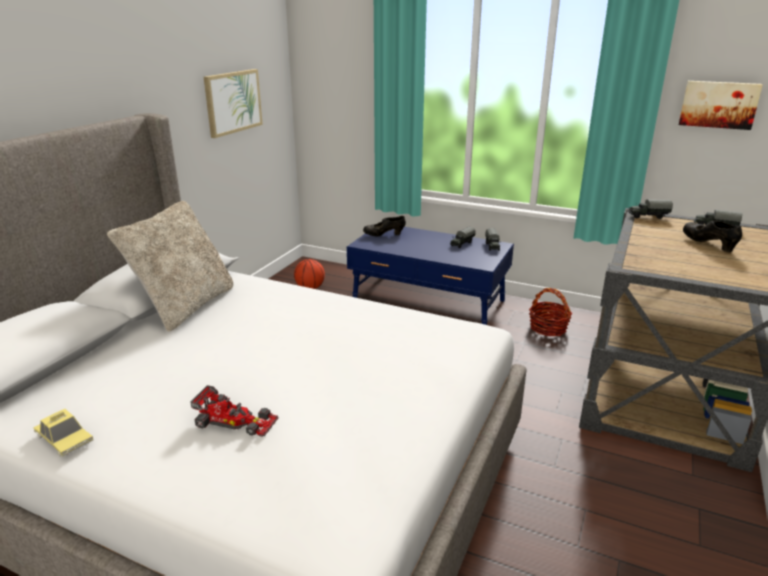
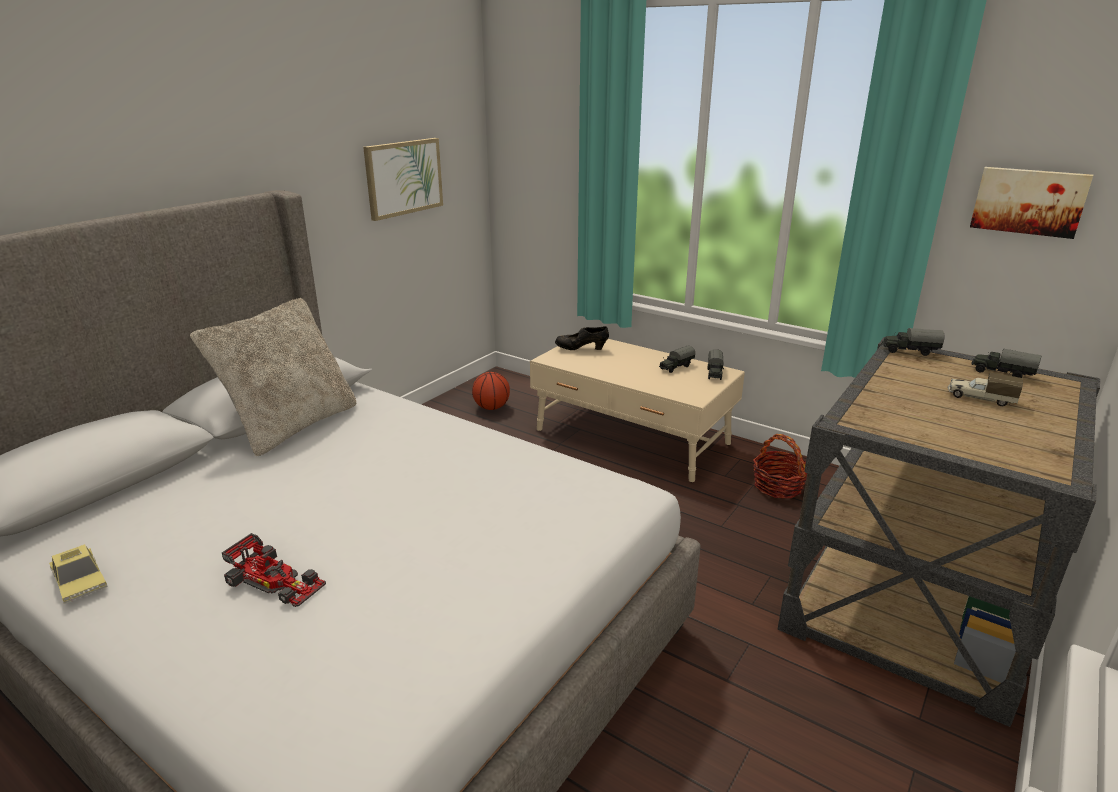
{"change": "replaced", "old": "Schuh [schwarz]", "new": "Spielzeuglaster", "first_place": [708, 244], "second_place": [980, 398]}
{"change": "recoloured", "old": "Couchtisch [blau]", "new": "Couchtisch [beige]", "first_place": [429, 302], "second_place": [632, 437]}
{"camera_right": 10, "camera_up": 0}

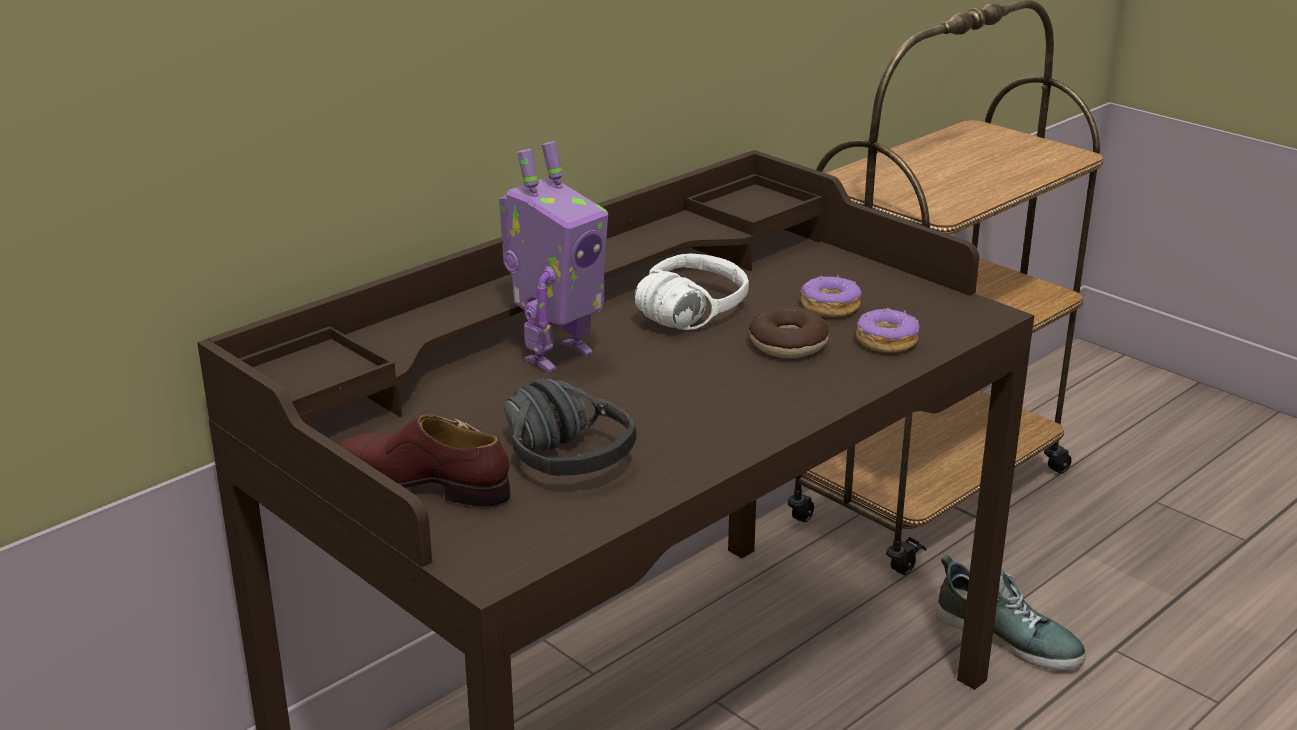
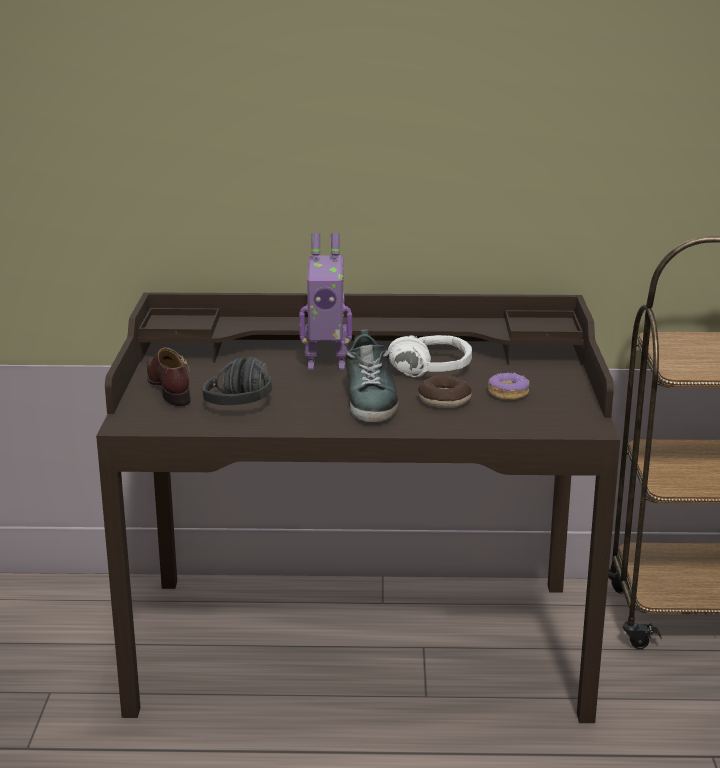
{"change": "removed", "old": "Donut", "first_place": [886, 341]}
{"change": "moved", "old": "Schuh", "first_place": [1008, 636], "second_place": [371, 399]}
{"camera_right": 45, "camera_up": -5}

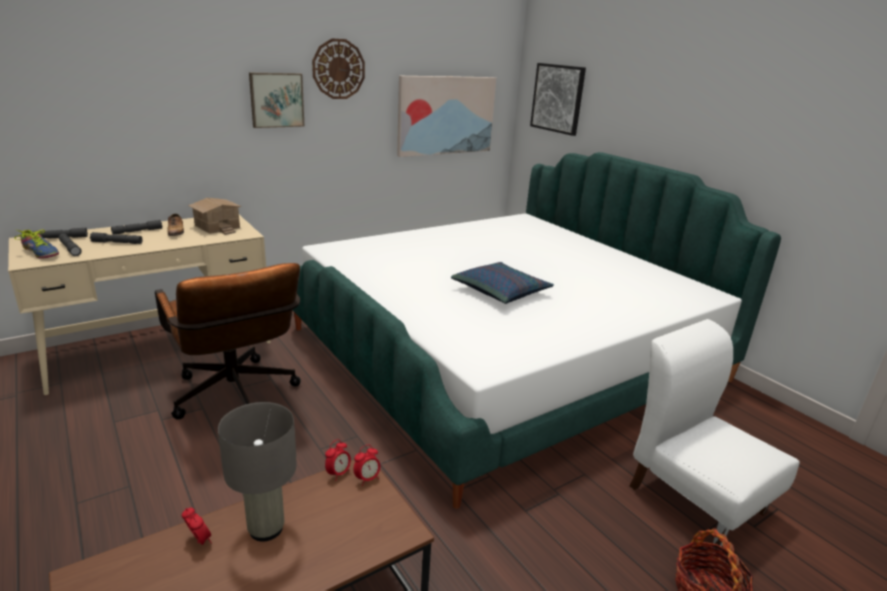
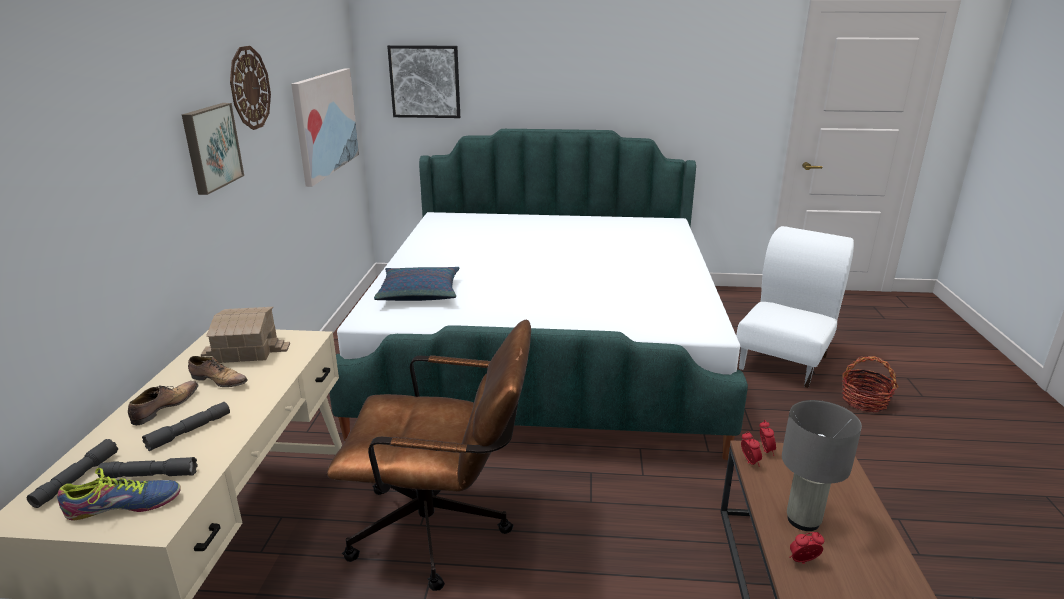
{"change": "moved", "old": "Kissen [blau]", "first_place": [501, 292], "second_place": [419, 293]}
{"change": "replaced", "old": "Taschenlampe [grau]", "new": "Schuh", "first_place": [137, 231], "second_place": [164, 408]}
{"change": "turned", "old": "Stuhl [weiß]", "first_place": [695, 498], "second_place": [784, 362], "degrees": 120}
{"camera_right": -50, "camera_up": 0}

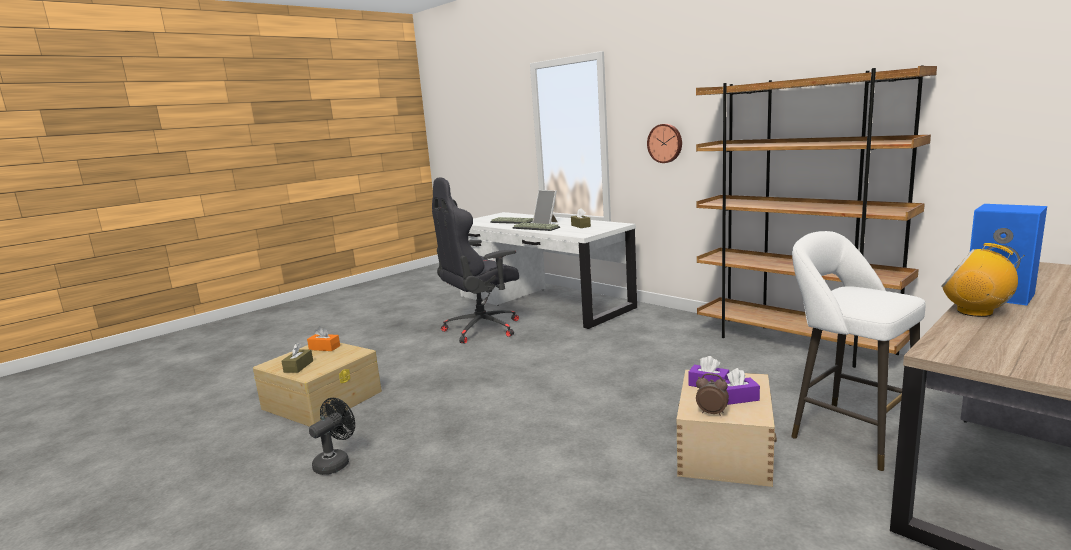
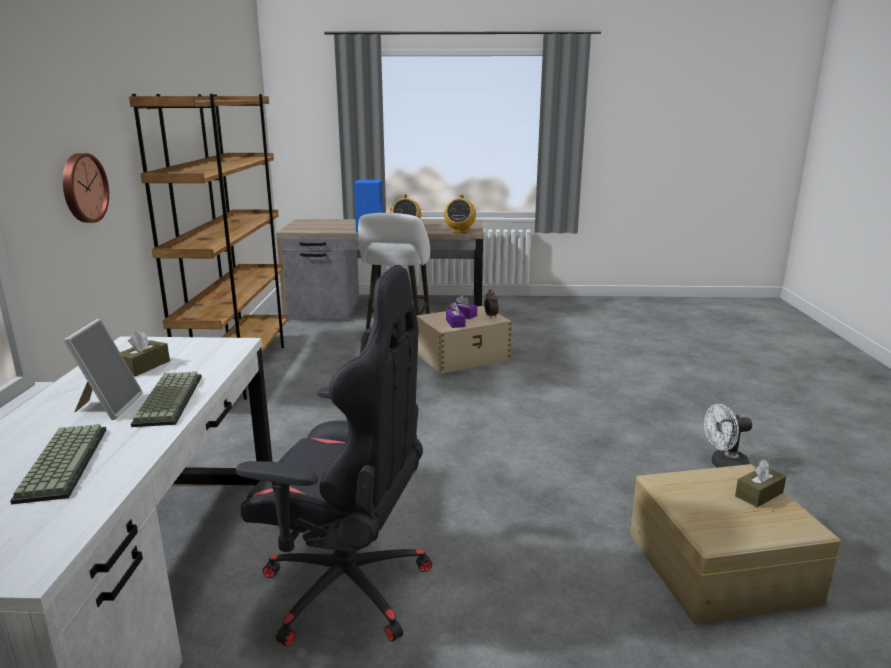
{"change": "removed", "old": "Taschentuchbox [orange]", "first_place": [324, 348]}
{"change": "added", "new": "Radio", "second_place": [459, 231]}
{"change": "recoloured", "old": "Ventilator [schwarz]", "new": "Ventilator [weiß]", "first_place": [336, 462], "second_place": [724, 466]}
{"camera_right": -135, "camera_up": 5}

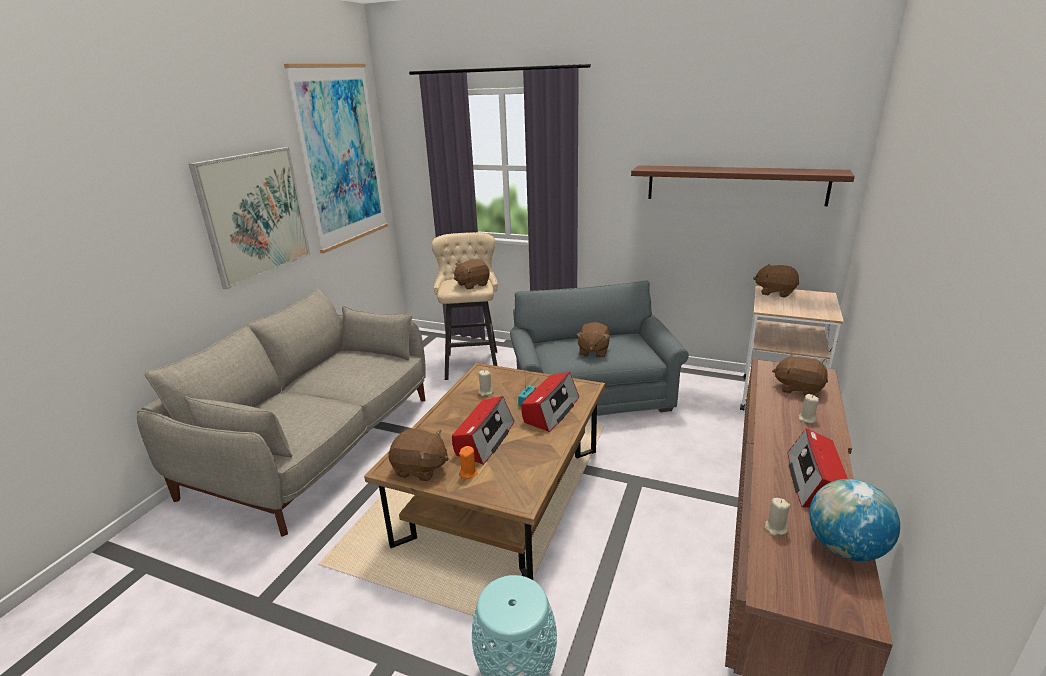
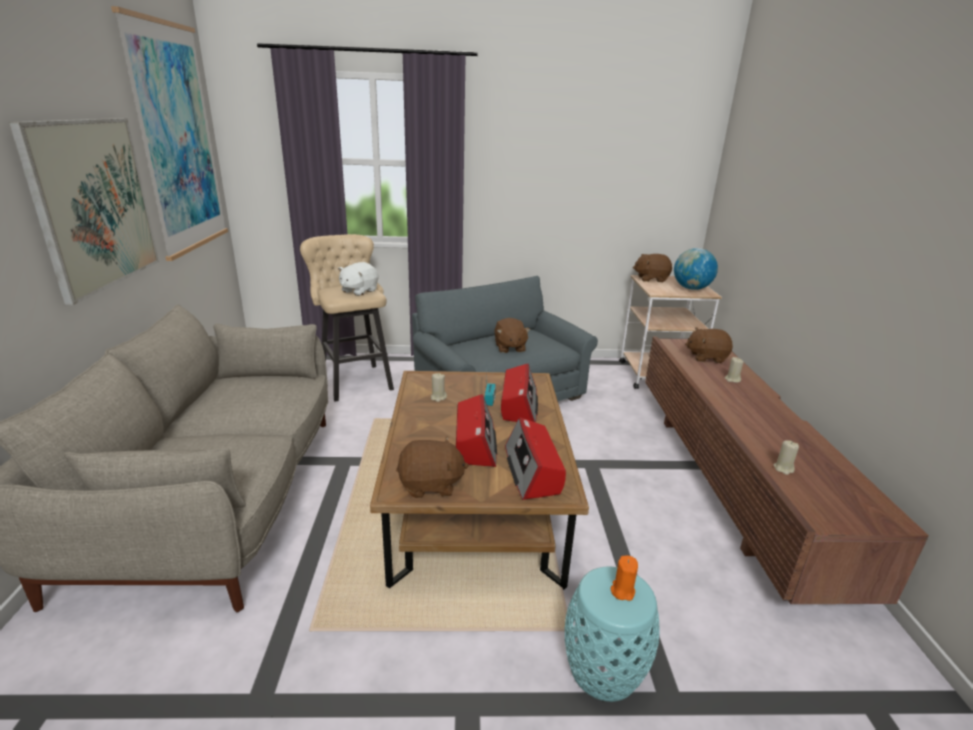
{"change": "removed", "old": "Wandregal [braun]", "first_place": [735, 185]}
{"change": "moved", "old": "Kerze [orange]", "first_place": [468, 473], "second_place": [622, 591]}
{"change": "moved", "old": "Radio", "first_place": [815, 481], "second_place": [532, 470]}
{"change": "moved", "old": "Globus", "first_place": [844, 548], "second_place": [691, 288]}
{"change": "recoloured", "old": "Plüschtier [braun]", "new": "Plüschtier [weiß]", "first_place": [472, 284], "second_place": [358, 291]}
{"camera_right": -25, "camera_up": 0}

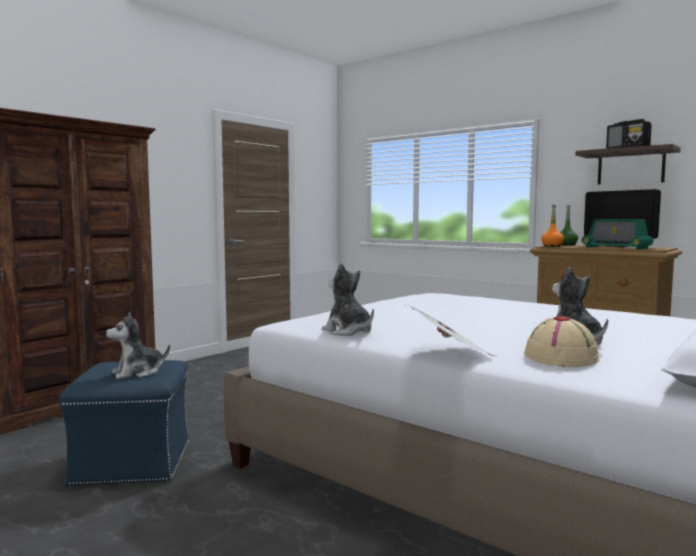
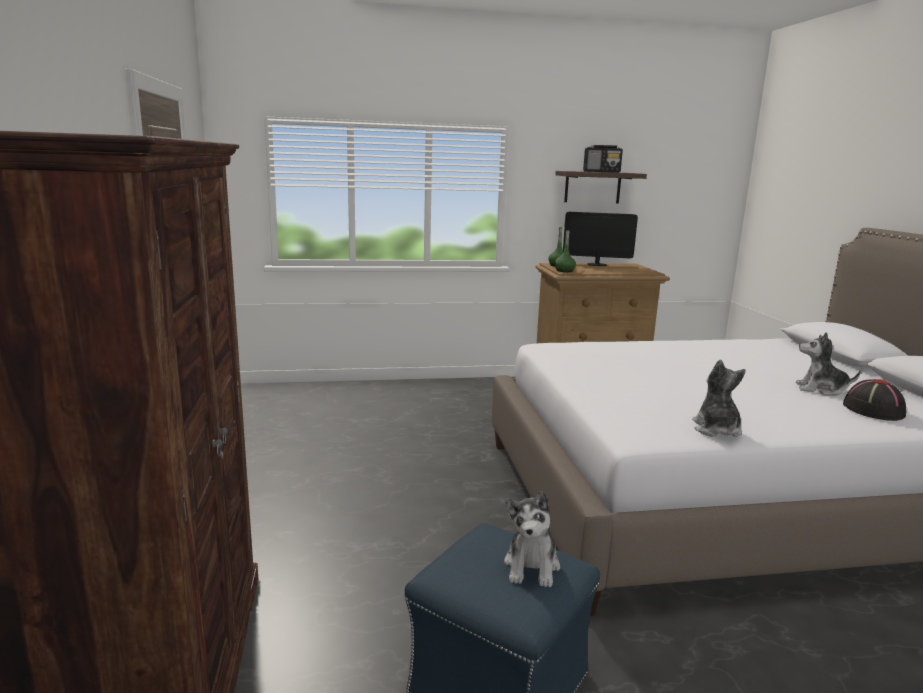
{"change": "removed", "old": "Zeitung", "first_place": [450, 354]}
{"change": "removed", "old": "Radio", "first_place": [616, 247]}
{"change": "recoloured", "old": "Hut [beige]", "new": "Hut [schwarz]", "first_place": [561, 357], "second_place": [872, 410]}
{"change": "recoloured", "old": "Flasche [orange]", "new": "Flasche [grün]", "first_place": [552, 246], "second_place": [564, 271]}
{"change": "turned", "old": "Plüschtier", "first_place": [348, 331], "second_place": [716, 430], "degrees": 90}
{"camera_right": -50, "camera_up": 10}

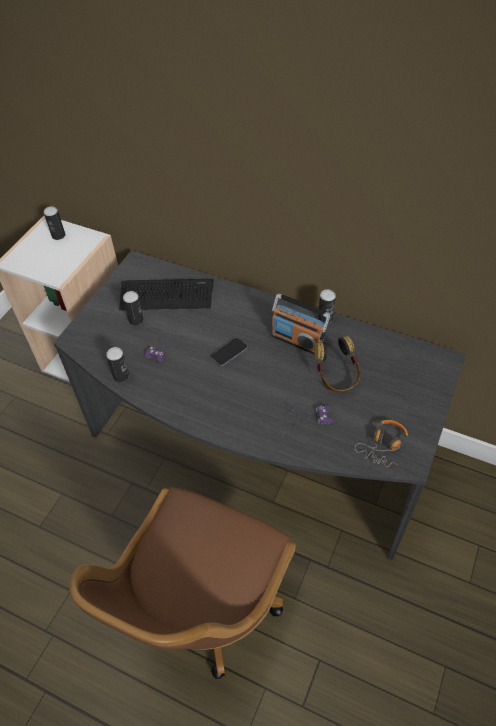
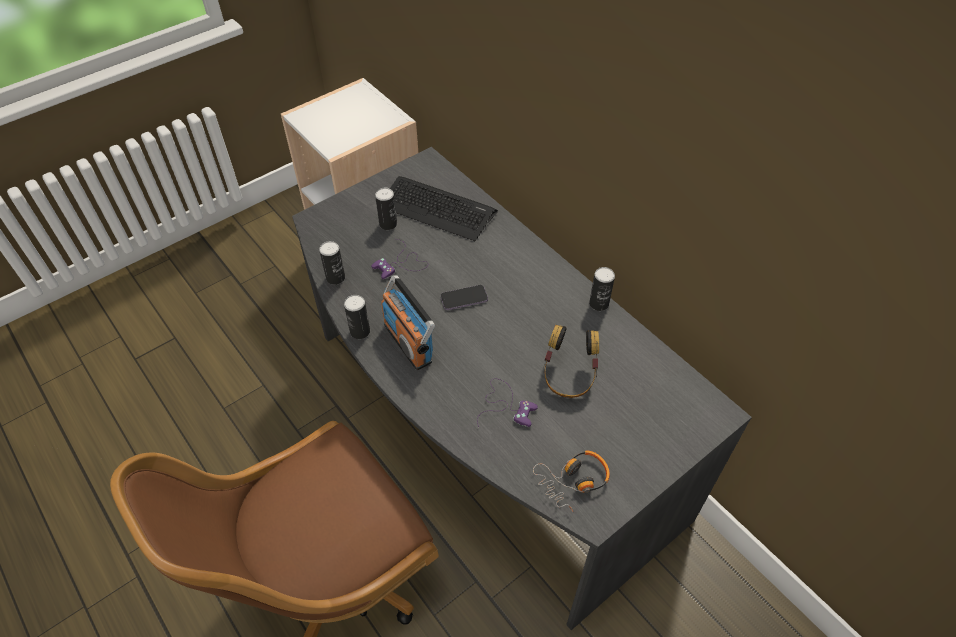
{"change": "moved", "old": "Dose", "first_place": [58, 235], "second_place": [360, 331]}
{"change": "moved", "old": "Radio", "first_place": [297, 340], "second_place": [408, 342]}
{"camera_right": 25, "camera_up": 0}

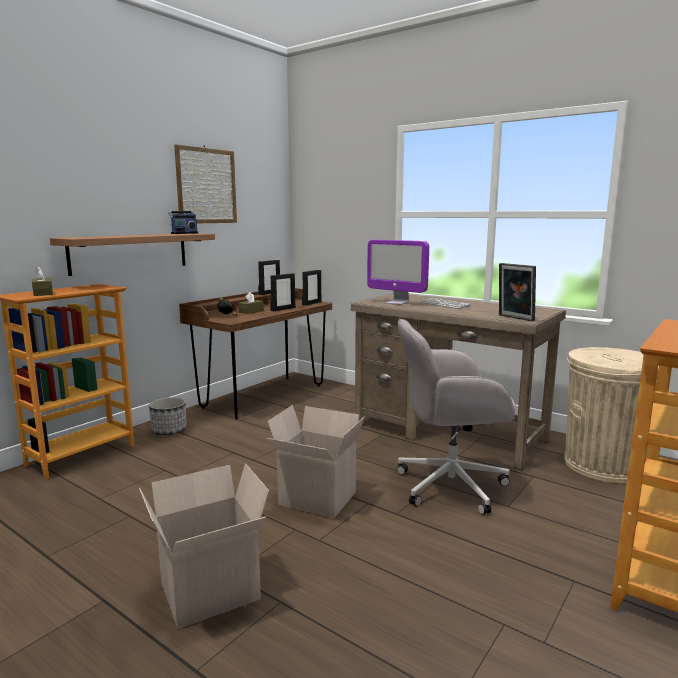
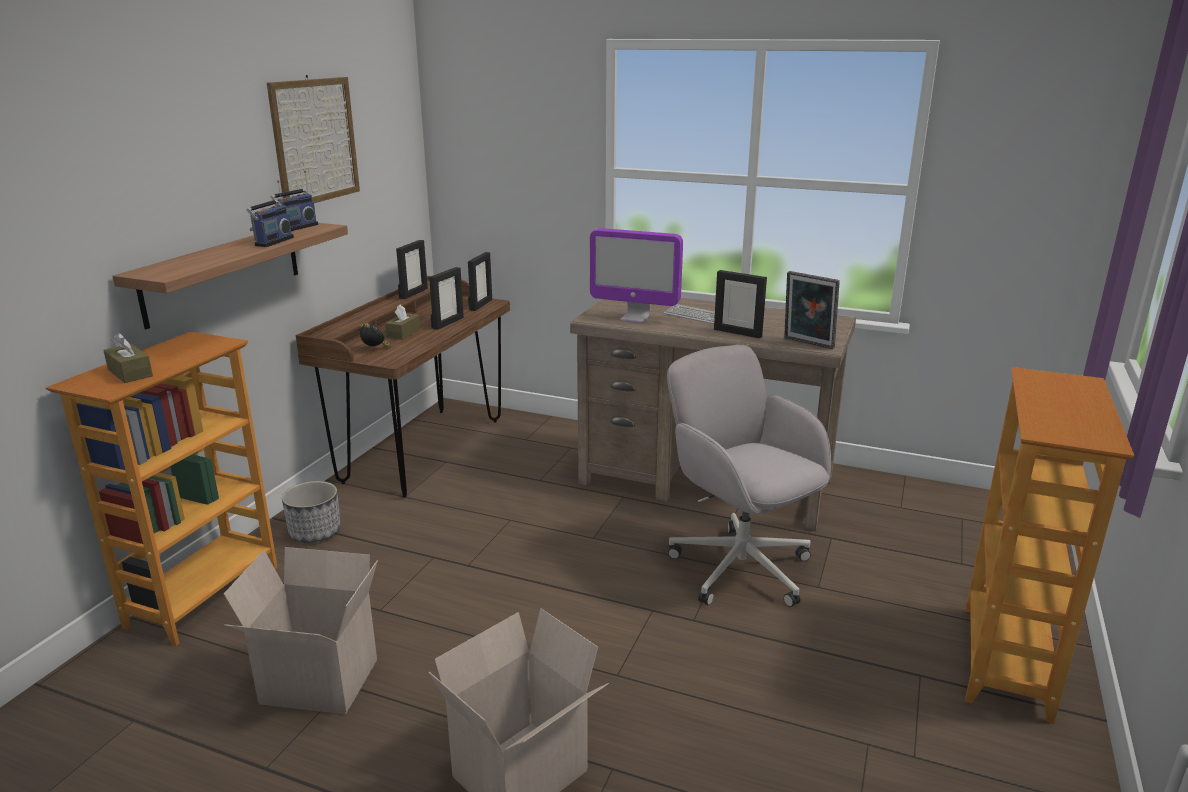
{"change": "removed", "old": "Mülleimer [beige]", "first_place": [603, 465]}
{"change": "added", "new": "Radio", "second_place": [272, 241]}
{"change": "added", "new": "Bilderrahmen", "second_place": [738, 332]}
{"change": "moved", "old": "Karton", "first_place": [315, 499], "second_place": [316, 684]}
{"change": "turned", "old": "Bürostuhl [grau]", "first_place": [449, 486], "second_place": [739, 568], "degrees": 75}
{"camera_right": -15, "camera_up": 10}

